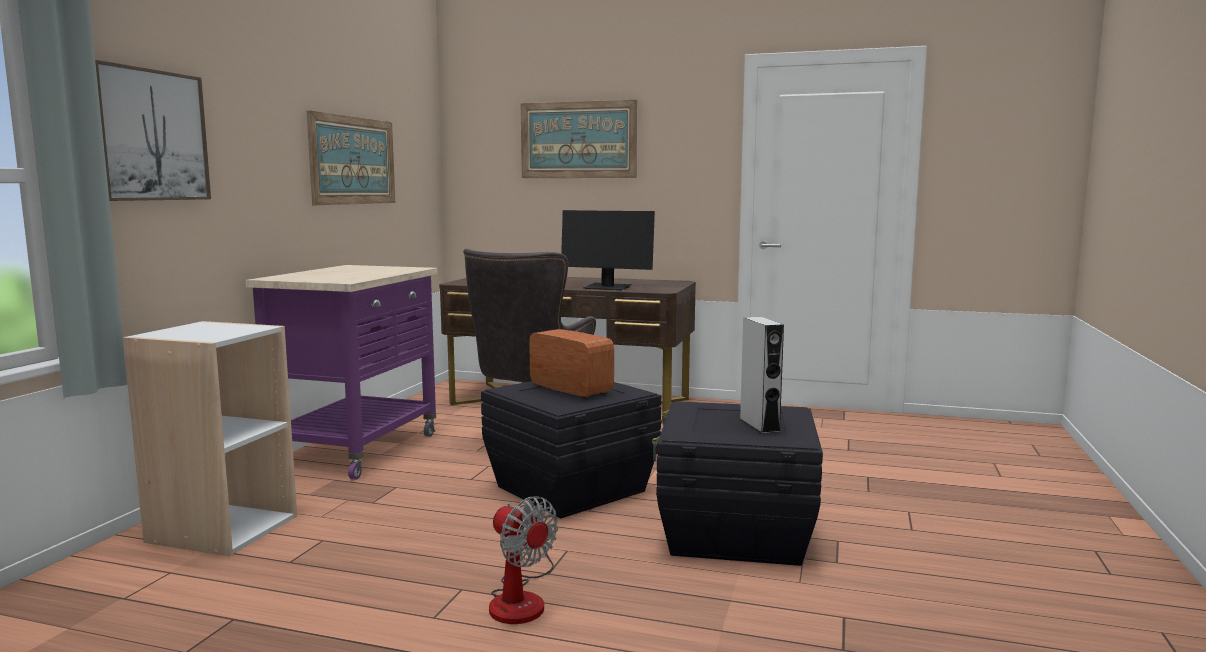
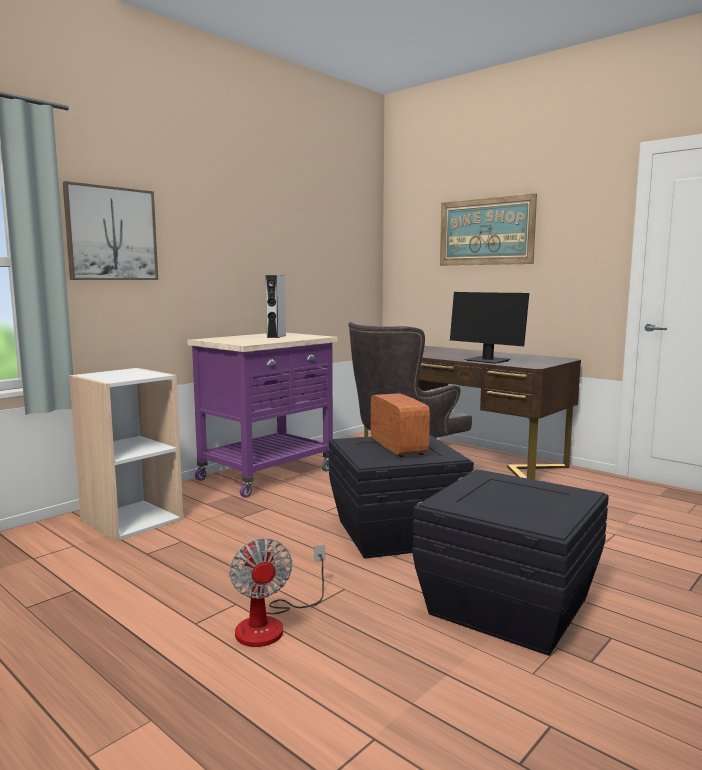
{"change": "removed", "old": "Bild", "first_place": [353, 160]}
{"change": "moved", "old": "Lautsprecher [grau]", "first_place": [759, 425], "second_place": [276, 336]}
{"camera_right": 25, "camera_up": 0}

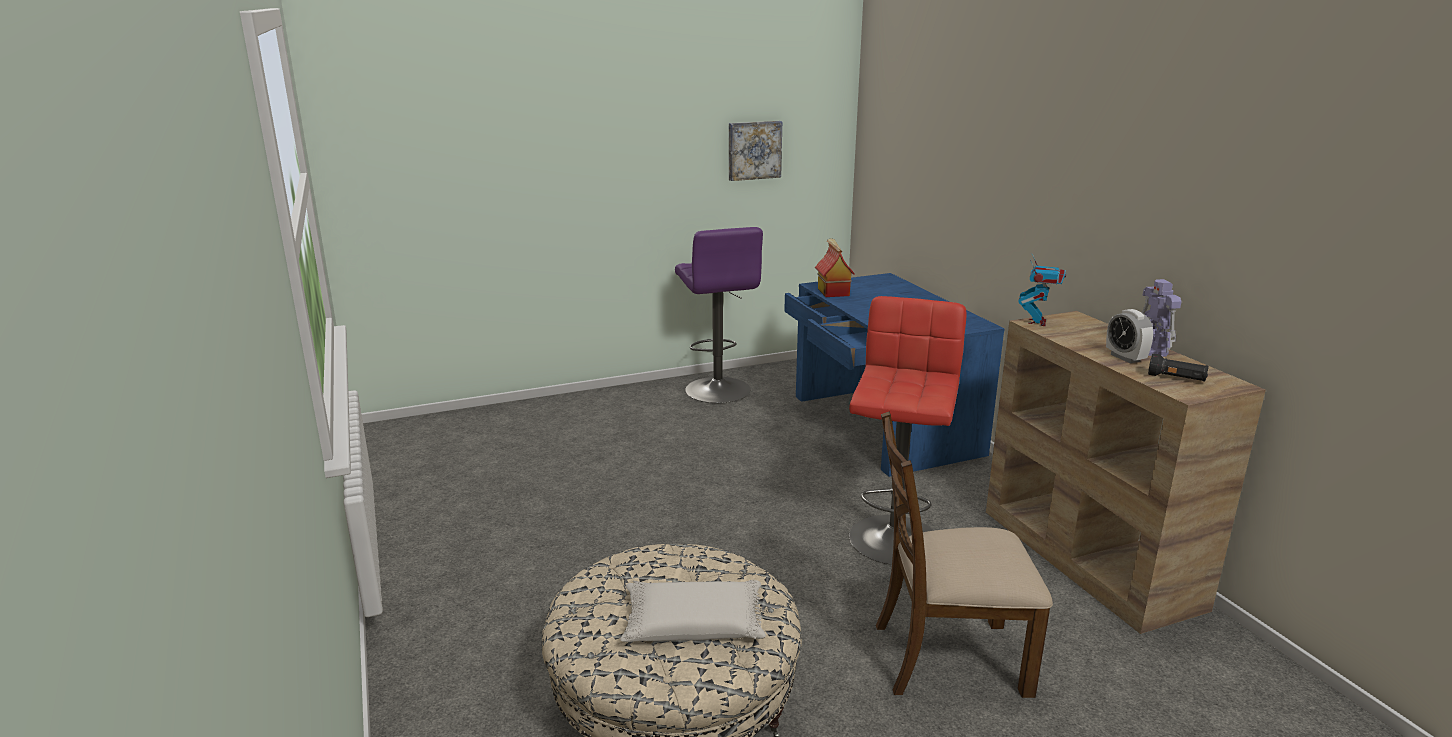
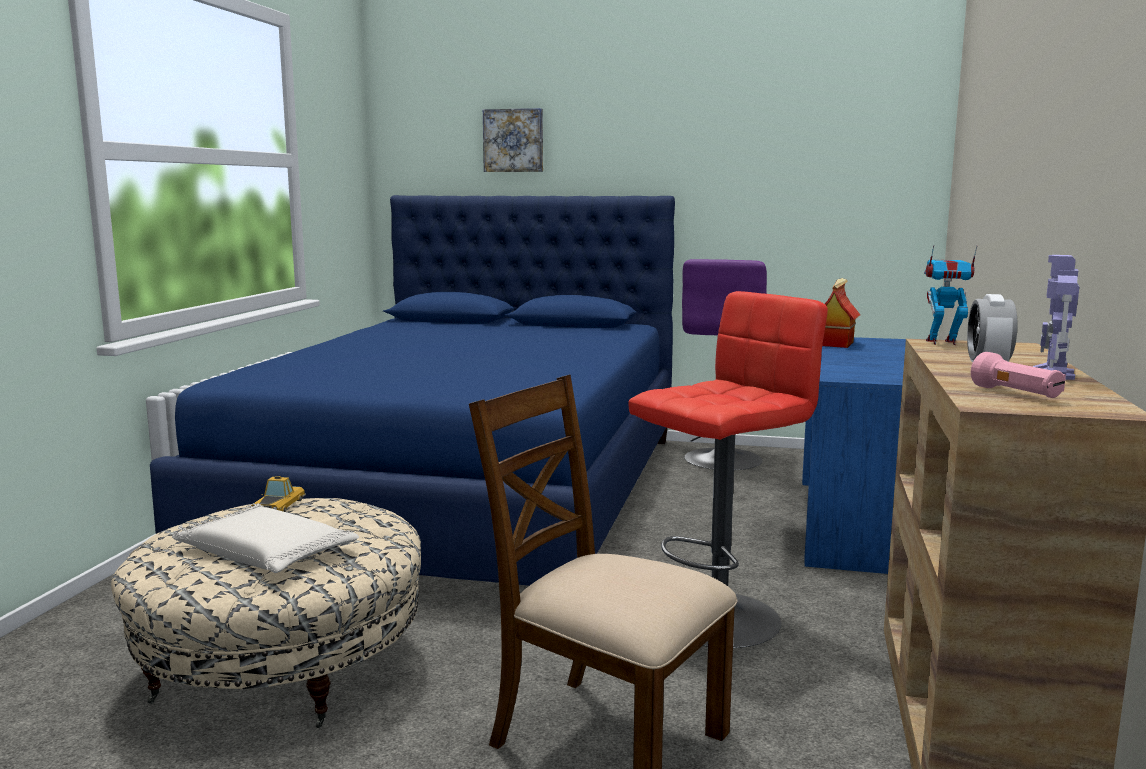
{"change": "added", "new": "Bett [blau]", "second_place": [468, 493]}
{"change": "added", "new": "Spielzeugauto", "second_place": [279, 505]}
{"change": "moved", "old": "Bild", "first_place": [754, 150], "second_place": [514, 140]}
{"change": "recoloured", "old": "Taschenlampe [schwarz]", "new": "Taschenlampe [rosa]", "first_place": [1176, 379], "second_place": [1016, 394]}
{"change": "turned", "old": "Spielzeugroboter", "first_place": [1037, 322], "second_place": [942, 342], "degrees": -135}
{"camera_right": 35, "camera_up": -10}

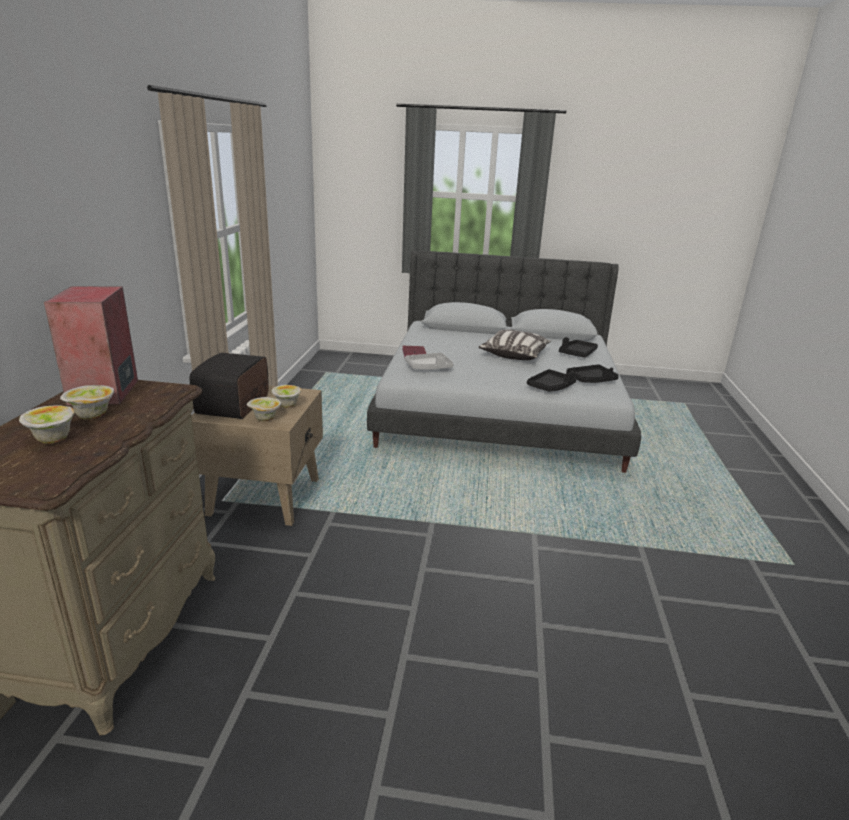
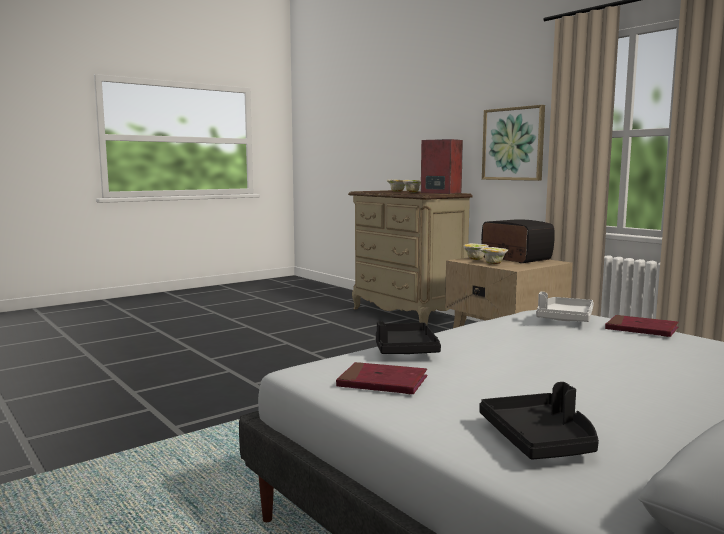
{"change": "removed", "old": "Kissen", "first_place": [514, 354]}
{"change": "added", "new": "Bild", "second_place": [513, 144]}
{"change": "replaced", "old": "Tablett [schwarz]", "new": "Buch [rot]", "first_place": [591, 380], "second_place": [382, 383]}
{"camera_right": 135, "camera_up": -15}

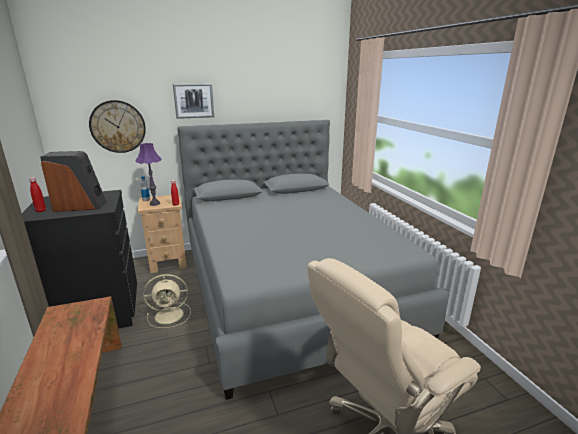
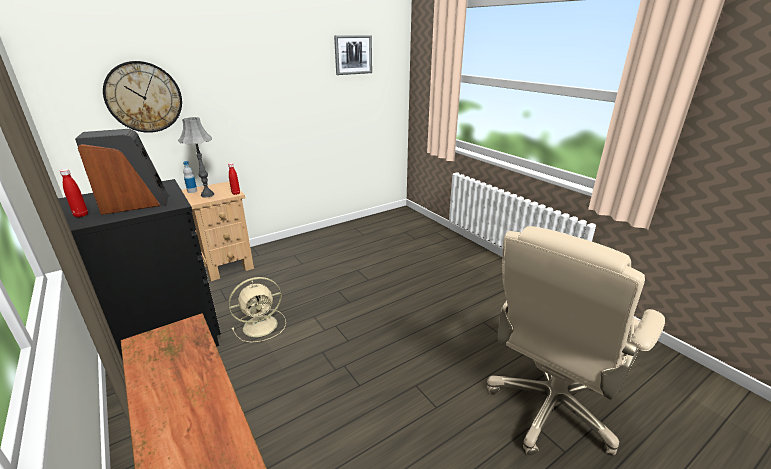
{"change": "removed", "old": "Bett [grau]", "first_place": [290, 287]}
{"change": "moved", "old": "Bild", "first_place": [193, 100], "second_place": [353, 54]}
{"change": "recoloured", "old": "Tischlampe [lila]", "new": "Tischlampe [grau]", "first_place": [155, 204], "second_place": [207, 195]}
{"camera_right": -15, "camera_up": 5}

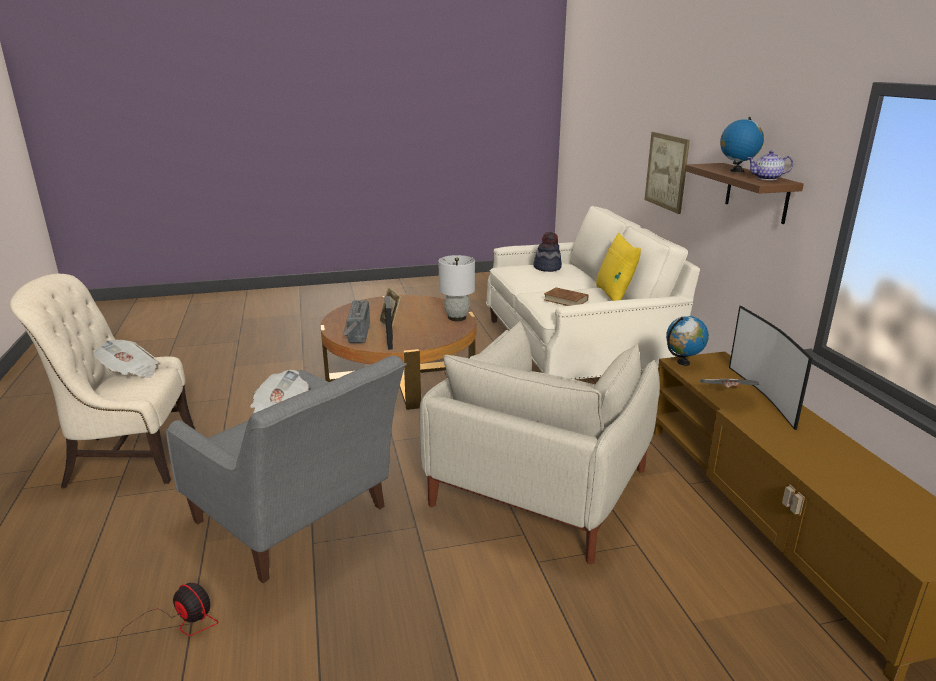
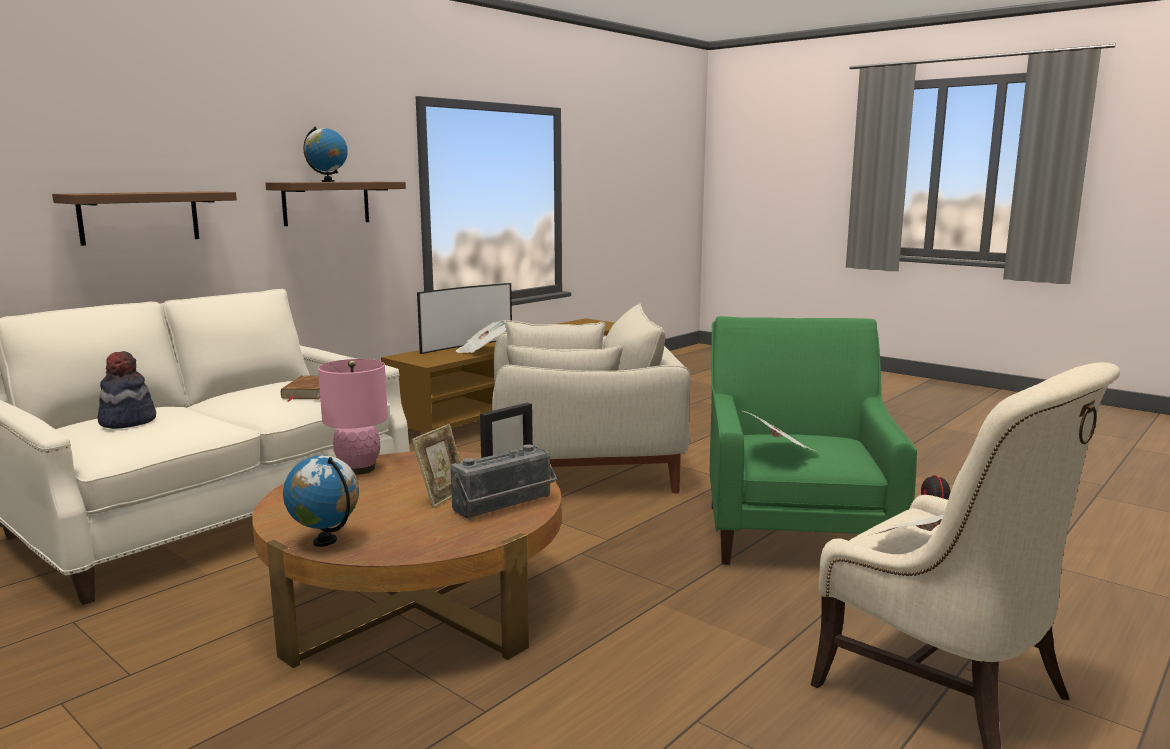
{"change": "removed", "old": "Kissen [gelb]", "first_place": [614, 296]}
{"change": "removed", "old": "Teekanne", "first_place": [767, 178]}
{"change": "moved", "old": "Globus", "first_place": [683, 363], "second_place": [325, 541]}
{"change": "replaced", "old": "Bild", "new": "Wandregal [braun]", "first_place": [666, 171], "second_place": [139, 217]}
{"change": "recoloured", "old": "Sessel [grau]", "new": "Sessel [grün]", "first_place": [298, 520], "second_place": [794, 529]}
{"change": "recoloured", "old": "Tischlampe [weiß]", "new": "Tischlampe [rosa]", "first_place": [457, 317], "second_place": [358, 469]}
{"camera_right": -125, "camera_up": -10}

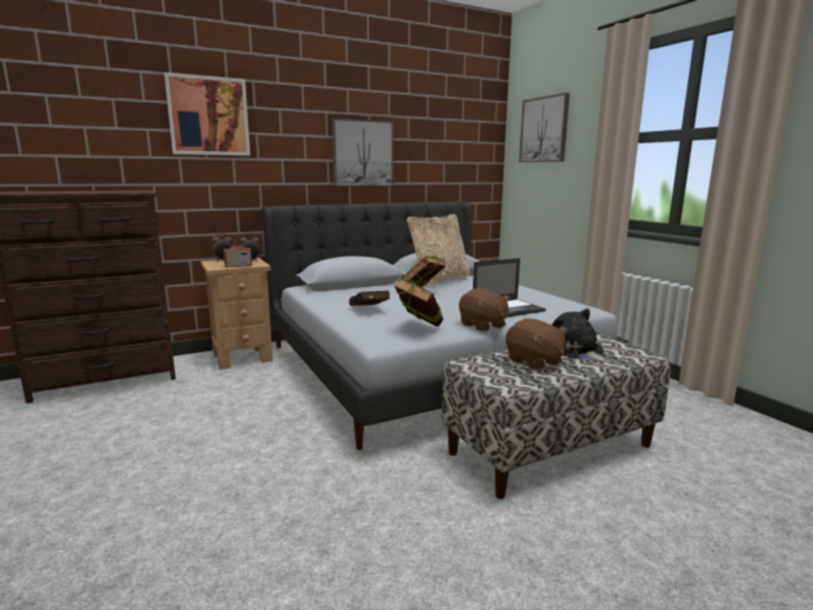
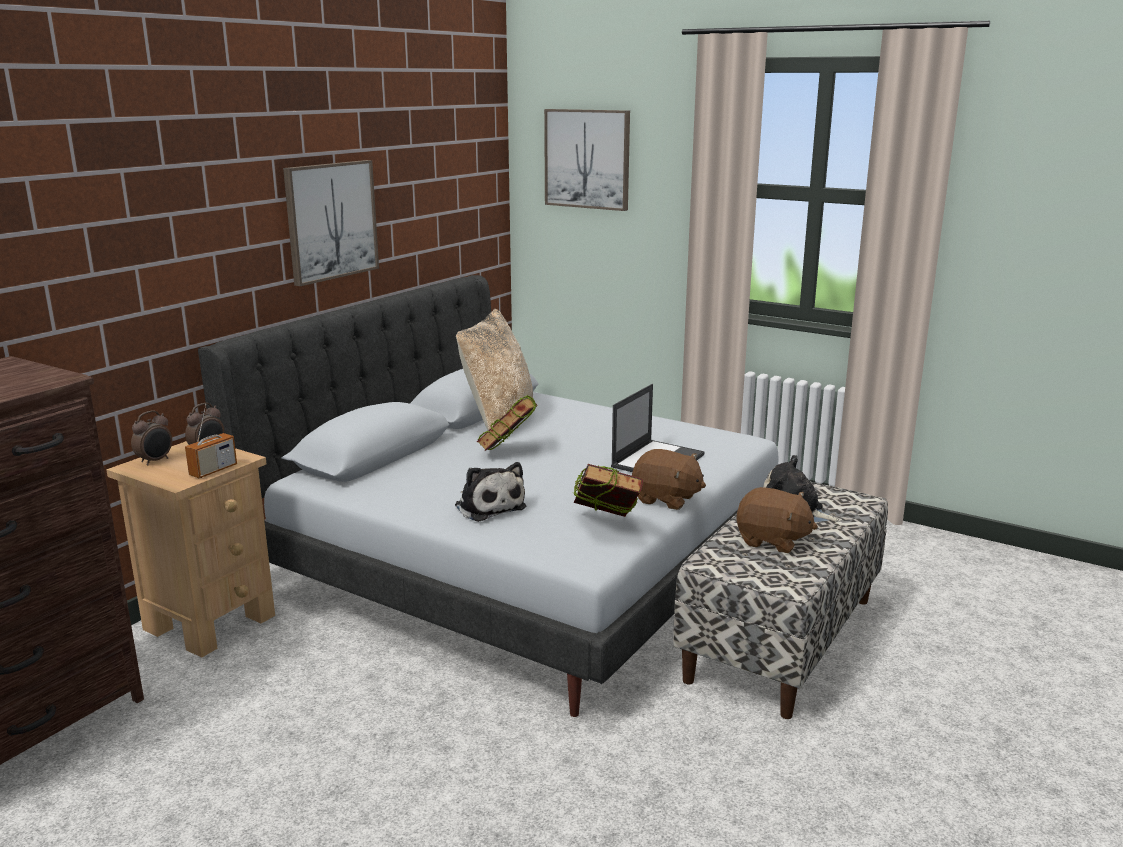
{"change": "removed", "old": "Bild", "first_place": [208, 116]}
{"change": "replaced", "old": "Buch [rot]", "new": "Plüschtier", "first_place": [369, 310], "second_place": [488, 506]}
{"camera_right": -30, "camera_up": 5}

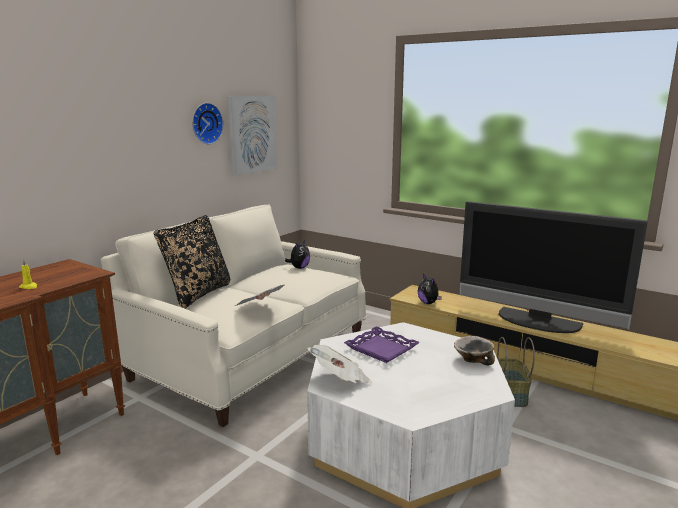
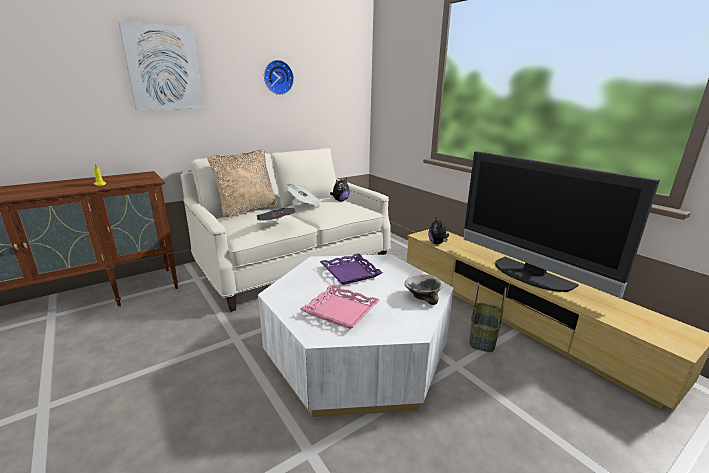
{"change": "added", "new": "Tablett [rosa]", "second_place": [341, 310]}
{"change": "moved", "old": "Bild", "first_place": [252, 134], "second_place": [164, 68]}
{"change": "moved", "old": "Zeitung", "first_place": [340, 379], "second_place": [305, 204]}
{"change": "recoloured", "old": "Kissen [schwarz]", "new": "Kissen [beige]", "first_place": [199, 295], "second_place": [248, 210]}
{"camera_right": 20, "camera_up": 5}

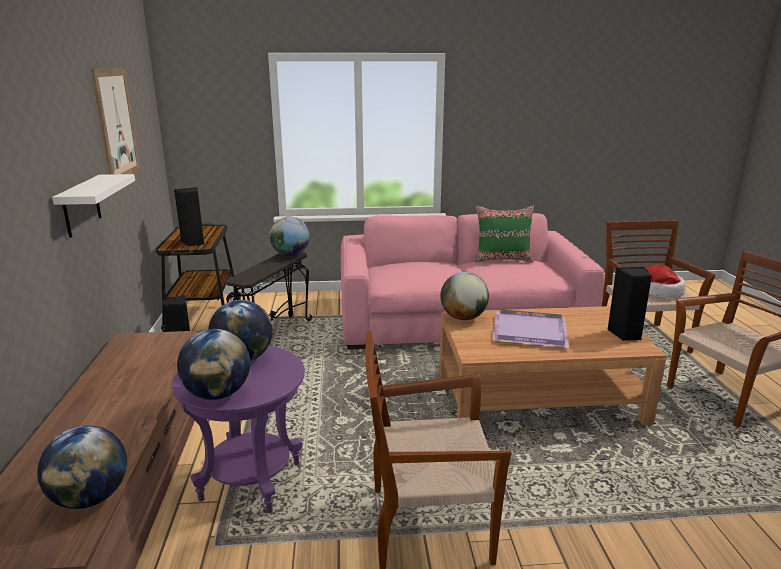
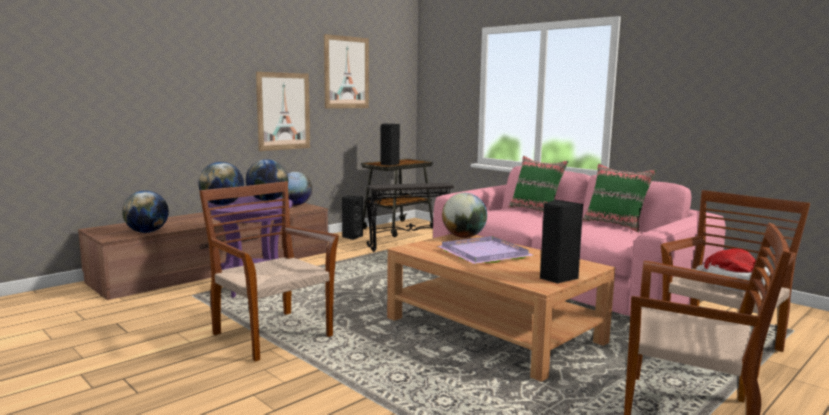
{"change": "added", "new": "Kissen [grün]", "second_place": [535, 210]}
{"change": "moved", "old": "Globus", "first_place": [290, 255], "second_place": [295, 205]}
{"change": "replaced", "old": "Wandregal [weiß]", "new": "Bild", "first_place": [81, 206], "second_place": [283, 111]}
{"camera_right": 50, "camera_up": -10}

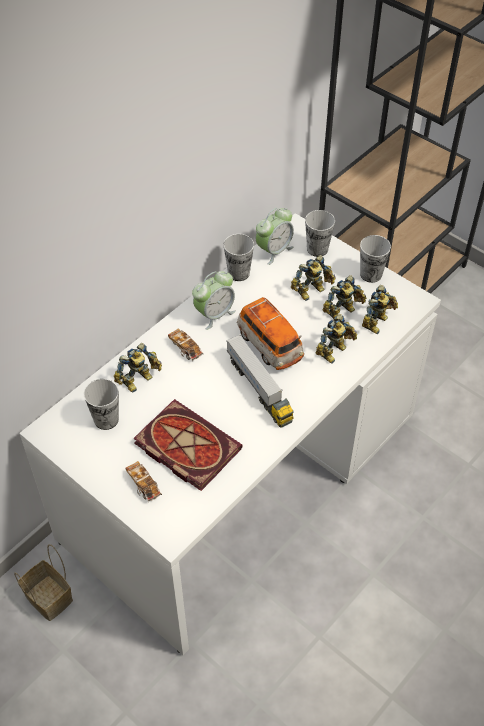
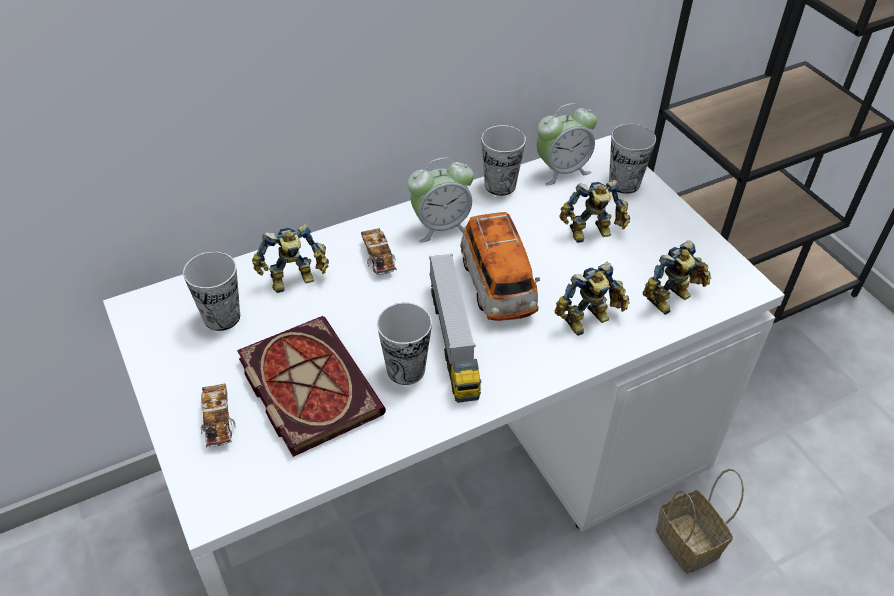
{"change": "removed", "old": "Spielzeugroboter", "first_place": [343, 313]}
{"change": "moved", "old": "Korb", "first_place": [50, 598], "second_place": [689, 544]}
{"change": "moved", "old": "Tasse", "first_place": [371, 274], "second_place": [406, 369]}
{"camera_right": 20, "camera_up": -5}

